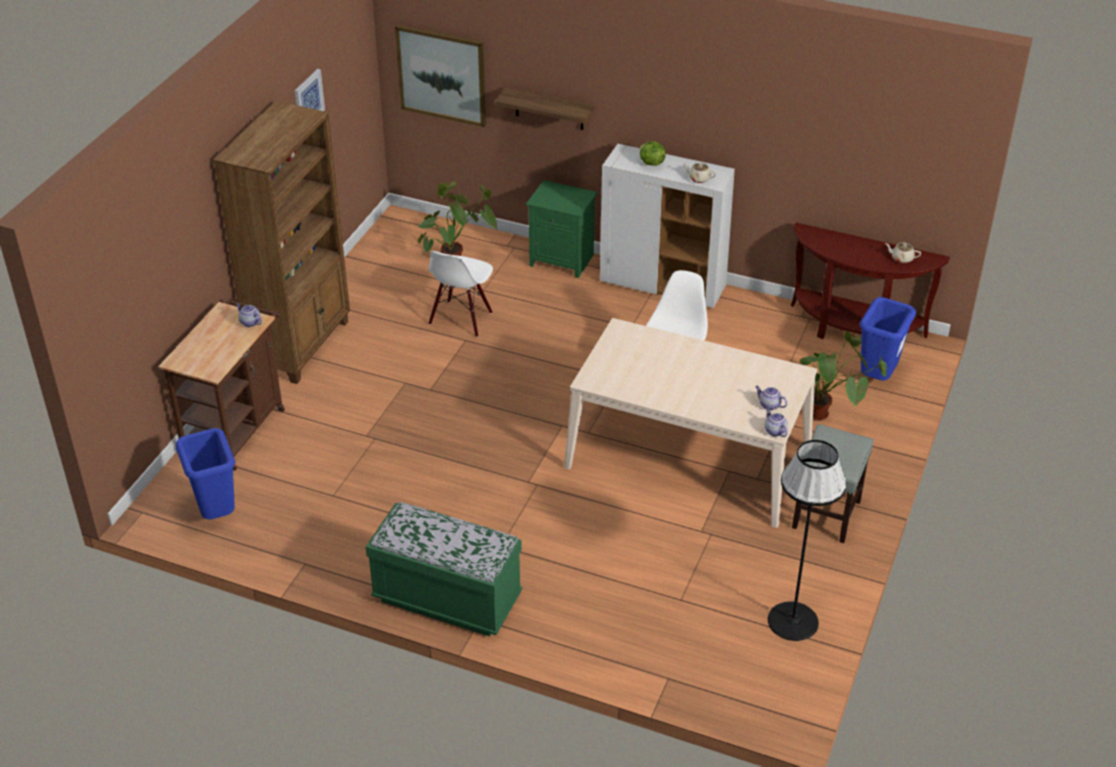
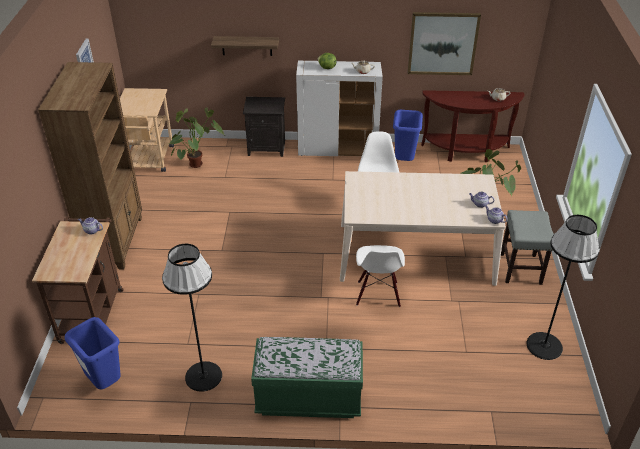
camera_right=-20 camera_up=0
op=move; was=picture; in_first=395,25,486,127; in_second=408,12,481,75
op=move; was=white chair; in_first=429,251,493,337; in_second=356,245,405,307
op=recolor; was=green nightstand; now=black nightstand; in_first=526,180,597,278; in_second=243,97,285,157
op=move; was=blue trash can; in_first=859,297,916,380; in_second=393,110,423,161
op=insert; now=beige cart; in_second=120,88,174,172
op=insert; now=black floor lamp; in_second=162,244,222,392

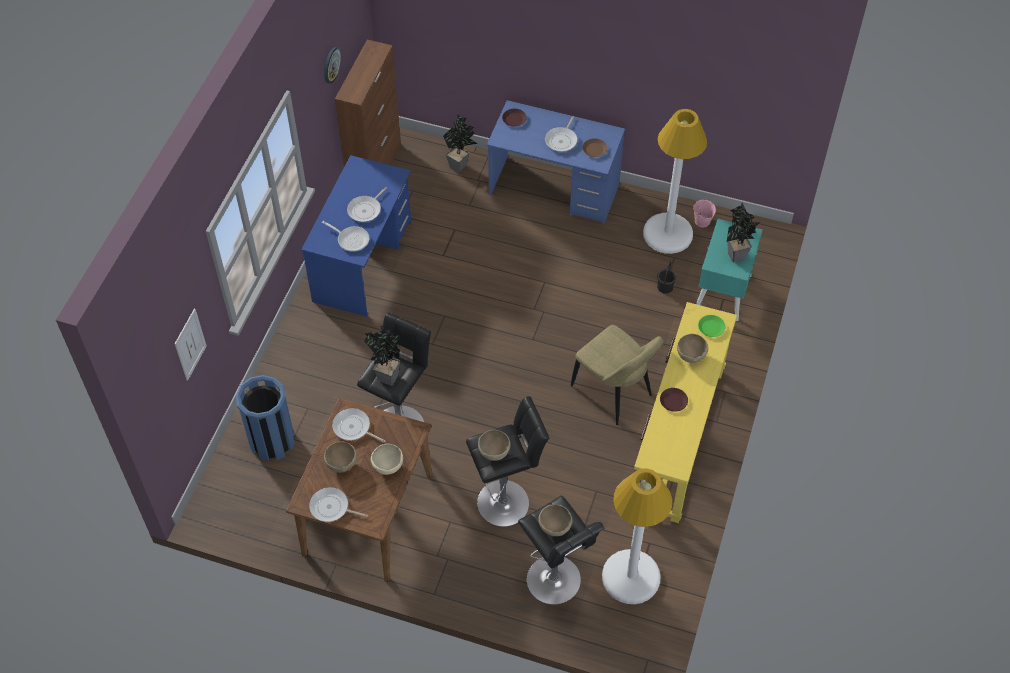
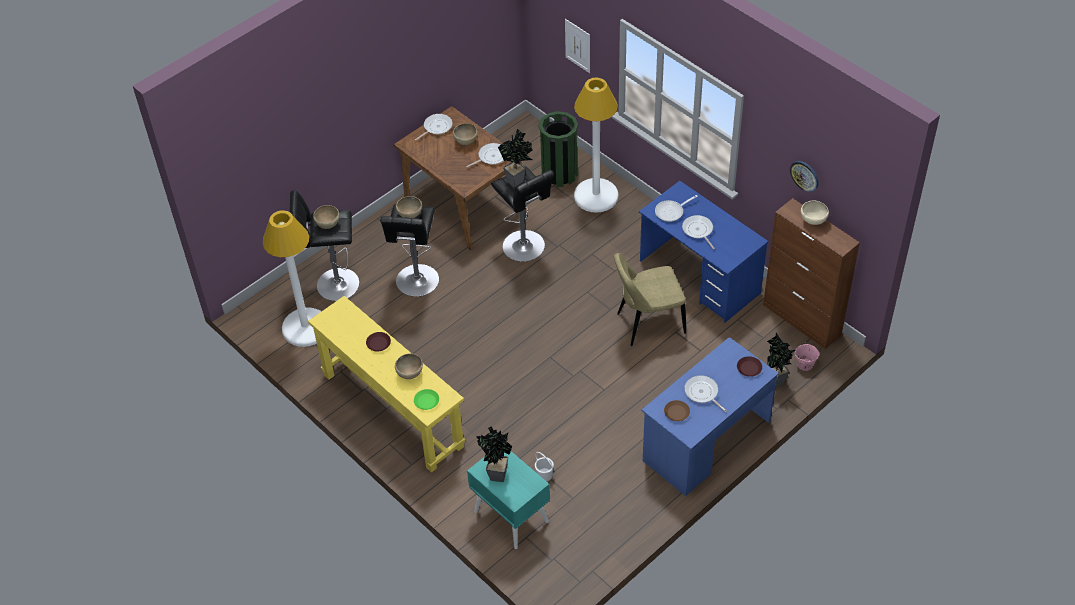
camera_right=120 camera_up=-5
op=recolor; was=blue trash can; now=green trash can; in_first=235,375,295,461; in_second=538,111,578,187
op=move; was=beige bowl; in_first=371,444,403,475; in_second=801,201,829,225
op=move; was=beige chair; in_first=571,325,664,425; in_second=614,253,686,346
op=move; was=white floor lamp; in_first=643,109,707,254; in_second=574,77,619,213
op=recolor; was=black bucket; now=white bucket; in_first=657,262,676,294; in_second=535,452,554,481
op=move; was=pink bucket; in_first=694,199,716,227; in_second=795,342,819,371

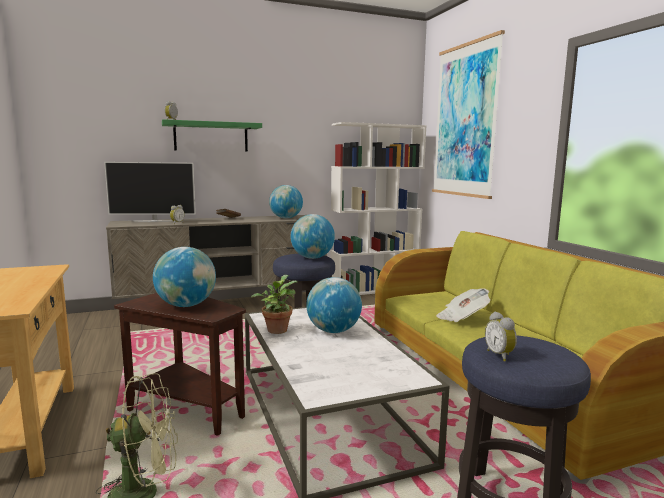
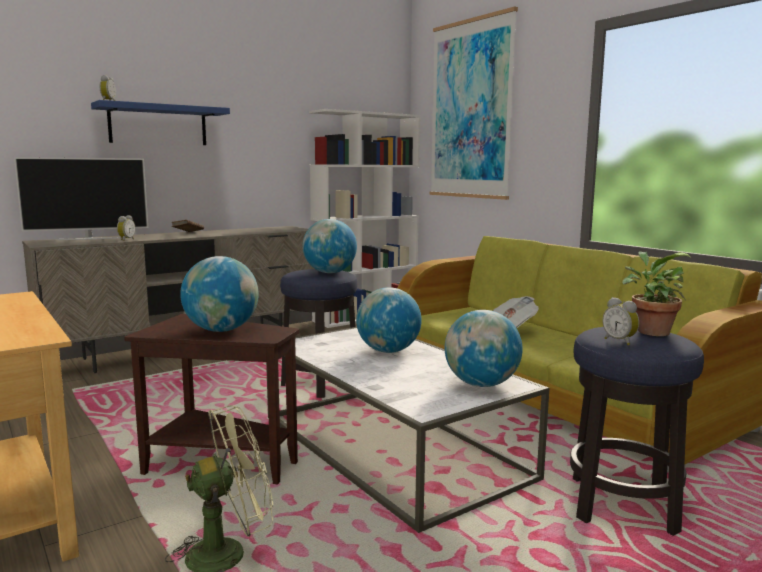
camera_right=-15 camera_up=0
op=recolor; was=green shelf; now=blue shelf; in_first=162,119,262,152; in_second=91,100,230,145
op=move; was=potted plant; in_first=251,275,298,334; in_second=622,251,691,336
op=move; was=globe; in_first=269,185,303,219; in_second=445,310,523,387

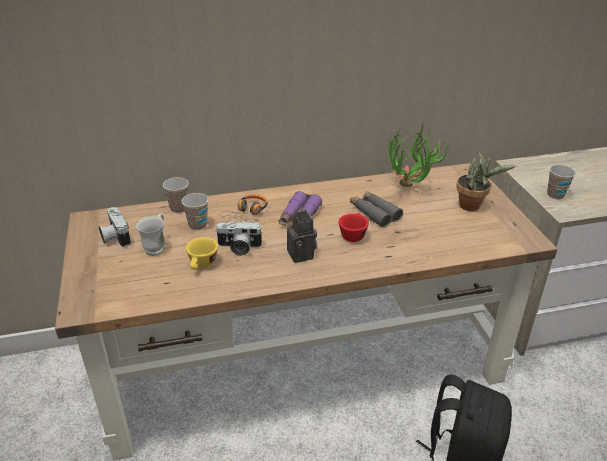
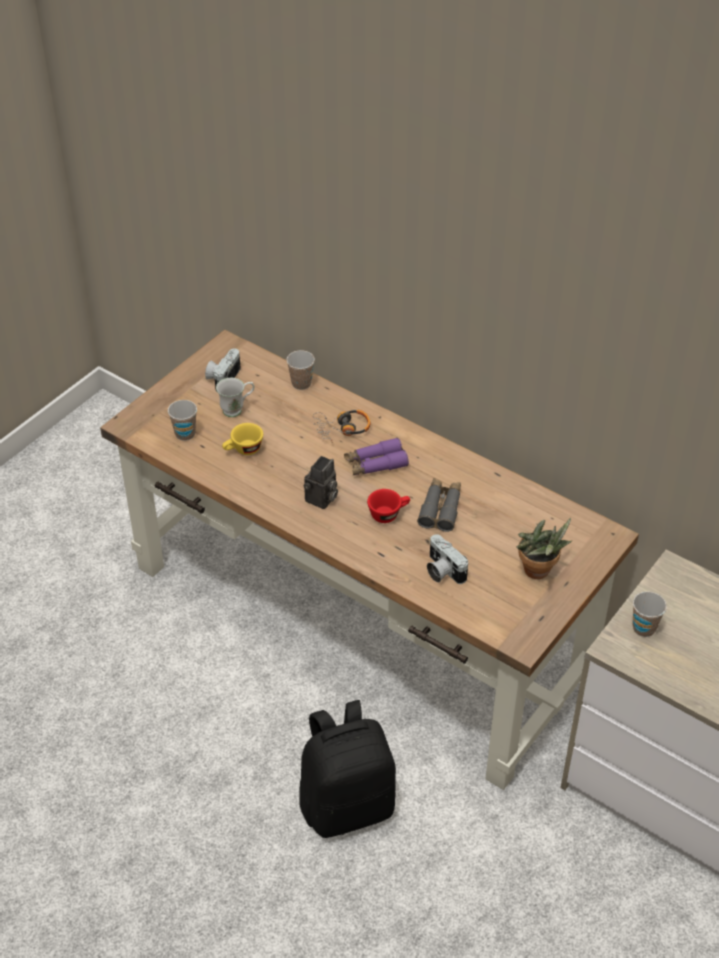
camera_right=50 camera_up=10
op=move; was=cup; in_first=181,193,208,230; in_second=168,400,197,441
op=move; was=photo camera; in_first=215,221,263,256; in_second=427,534,468,584
op=delete; was=potted plant; in_first=388,121,449,187

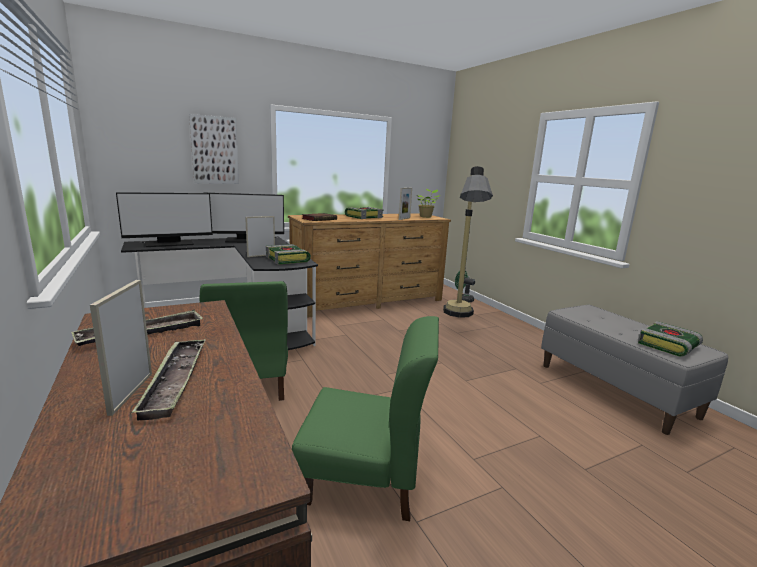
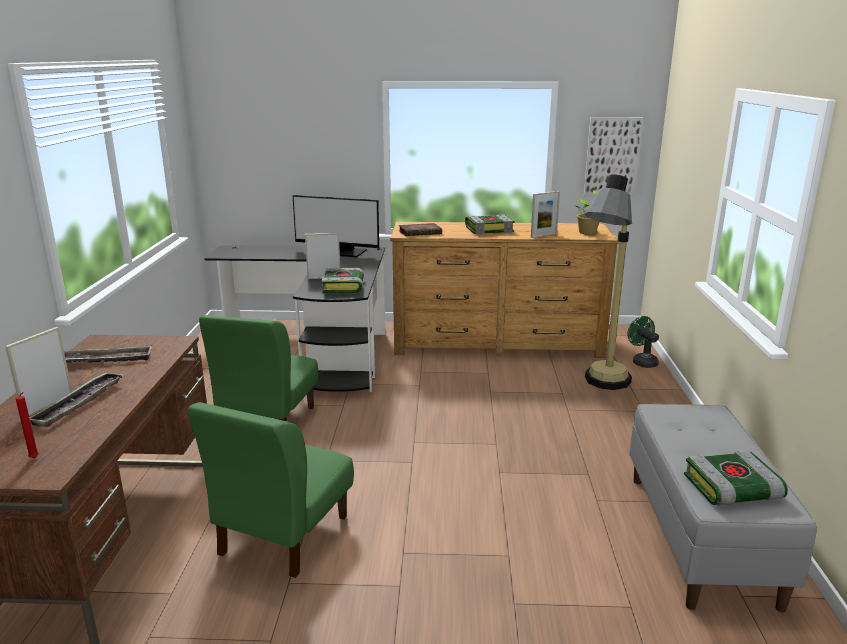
camera_right=30 camera_up=5
op=delete; was=monitor; in_first=116,192,213,247
op=move; was=picture; in_first=189,114,239,184; in_second=584,117,644,197
op=rotate; was=green chair; in_first=292,316,439,521; in_second=188,402,354,578; clockwise=75
op=insert; now=red candle; in_second=16,392,39,458

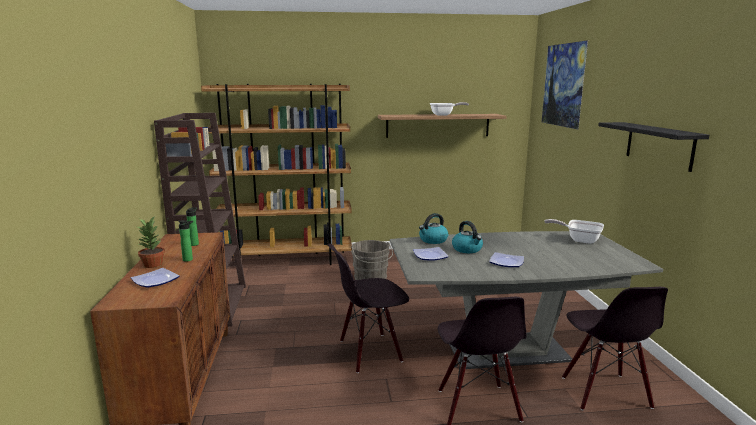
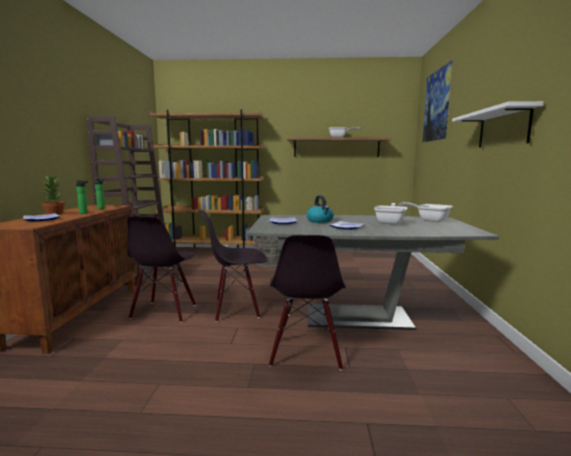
camera_right=10 camera_up=-5
op=delete; was=kettle; in_first=419,213,448,244
op=move; was=black chair; in_first=562,287,668,410; in_second=127,216,196,323
op=recolor; was=black shelf; now=white shelf; in_first=598,122,709,172; in_second=452,101,543,148
op=insert; now=frying pan; in_second=374,203,408,225

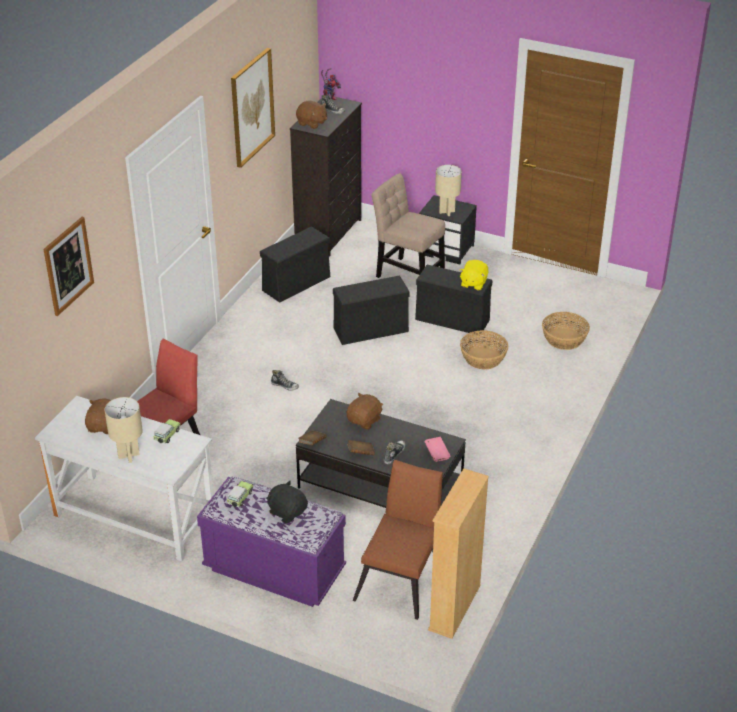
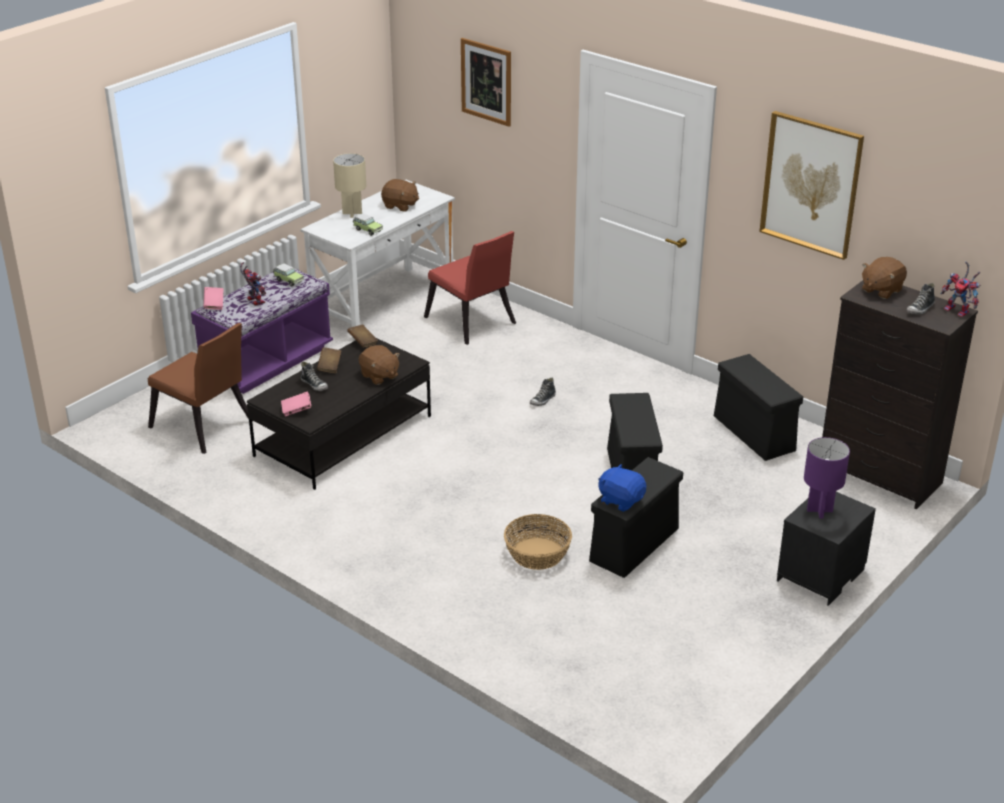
camera_right=105 camera_up=-5
op=replace; was=black plush toy; now=toy robot; in_first=266,481,308,523; in_second=240,262,267,306
op=delete; was=beige chair; in_first=371,173,445,278
op=delete; was=beige bookcase; in_first=428,468,489,639
op=recolor; was=beige table lamp; now=purple table lamp; in_first=435,165,462,216; in_second=804,437,850,519
op=recolor; was=yellow plush toy; now=blue plush toy; in_first=459,260,489,291; in_second=598,464,646,512
op=delete; was=basket; in_first=542,312,590,350
op=insert; now=pink book; in_second=203,287,224,310

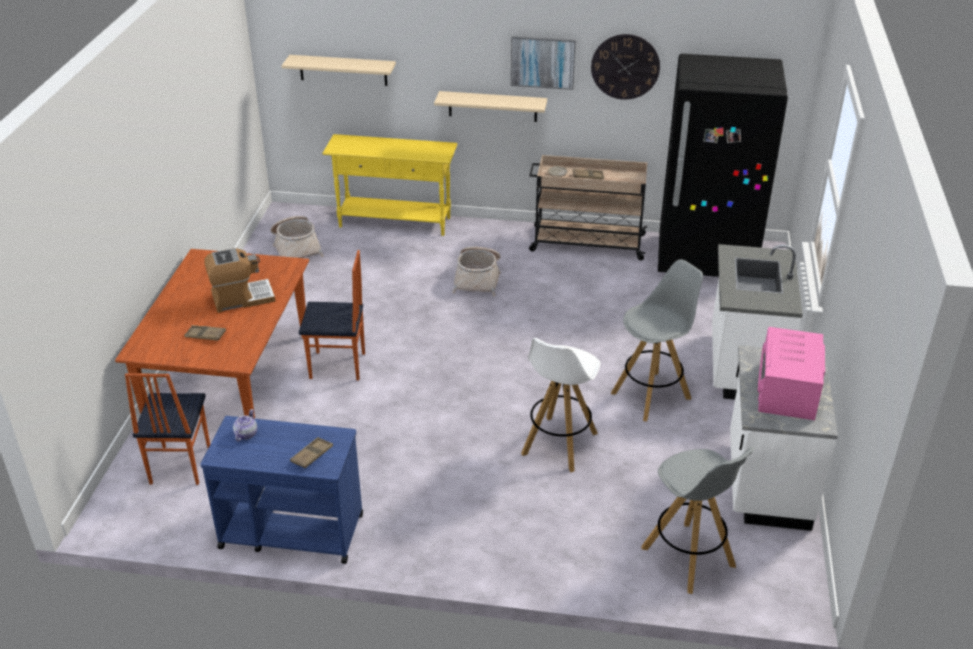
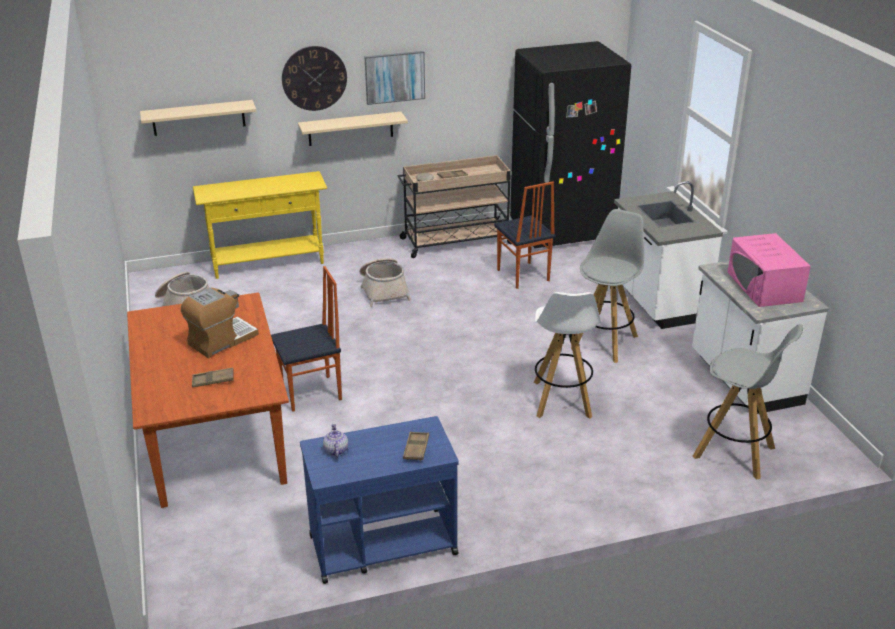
camera_right=-25 camera_up=-5
op=move; was=chair; in_first=125,373,210,485; in_second=494,181,555,289
op=move; was=wall clock; in_first=591,34,660,100; in_second=282,46,347,111

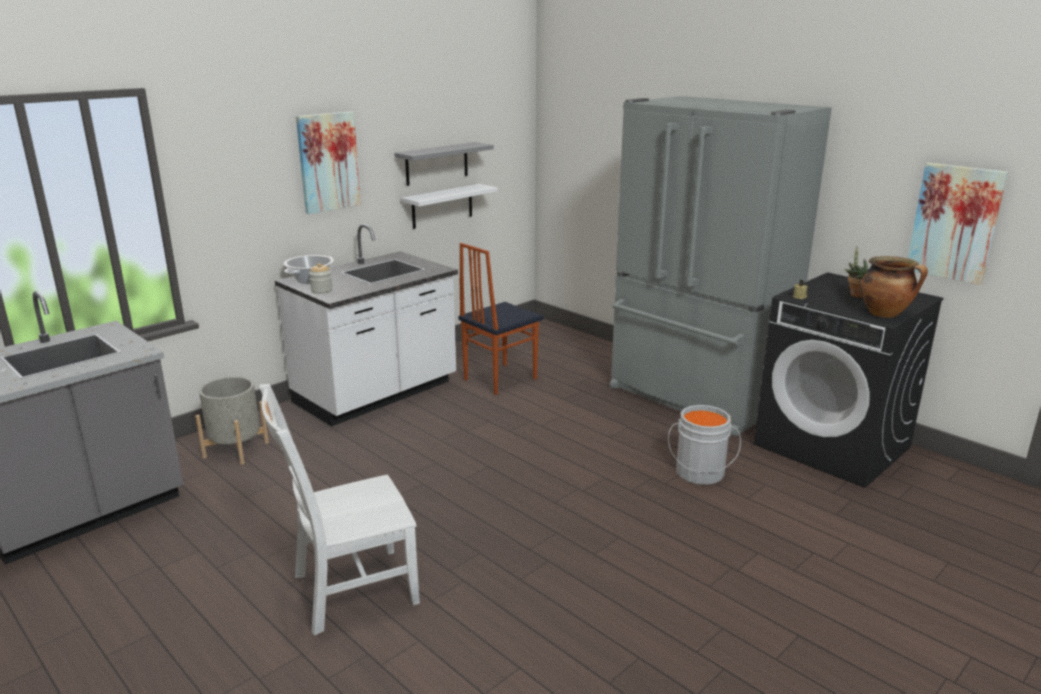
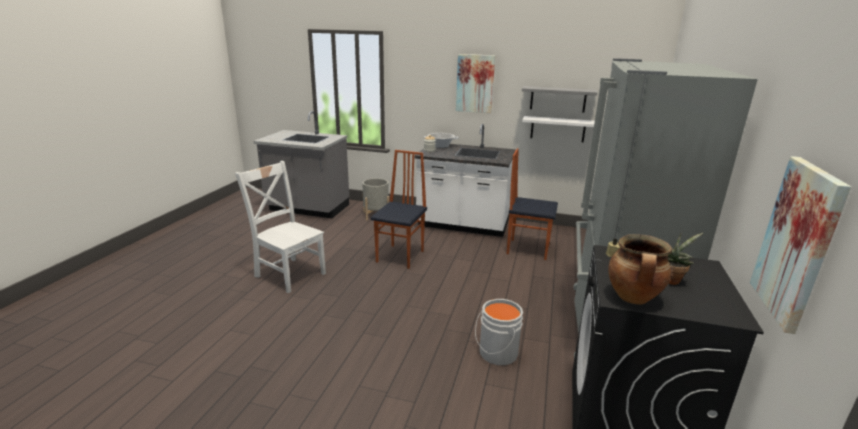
camera_right=60 camera_up=0
op=insert; now=chair; in_second=371,150,427,269

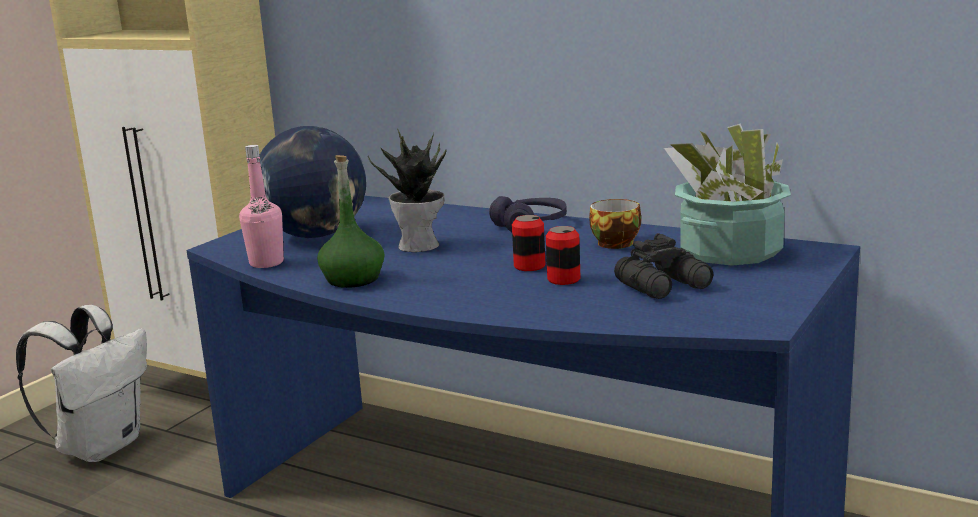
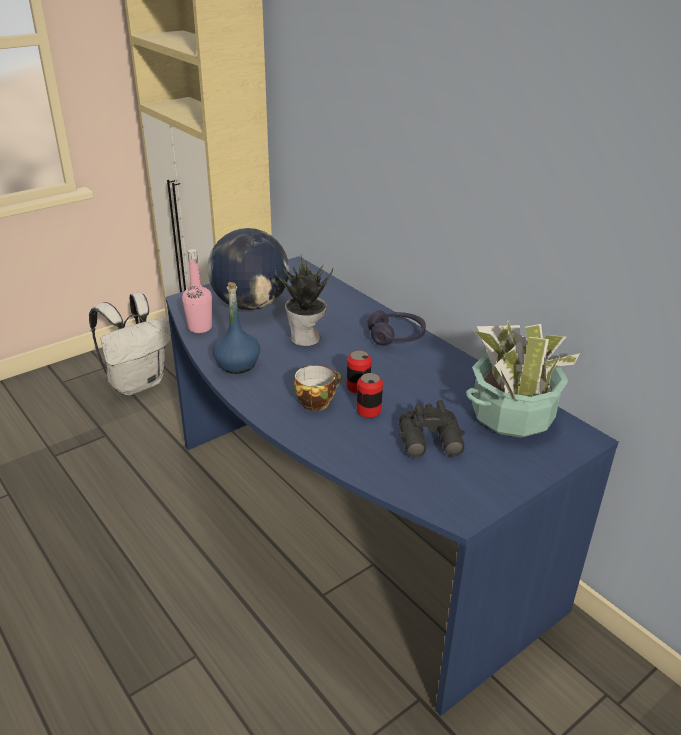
camera_right=20 camera_up=15
op=recolor; was=green bottle; now=blue bottle; in_first=317,155,385,288; in_second=212,282,260,374
op=move; was=cup; in_first=589,199,641,249; in_second=294,365,341,411

